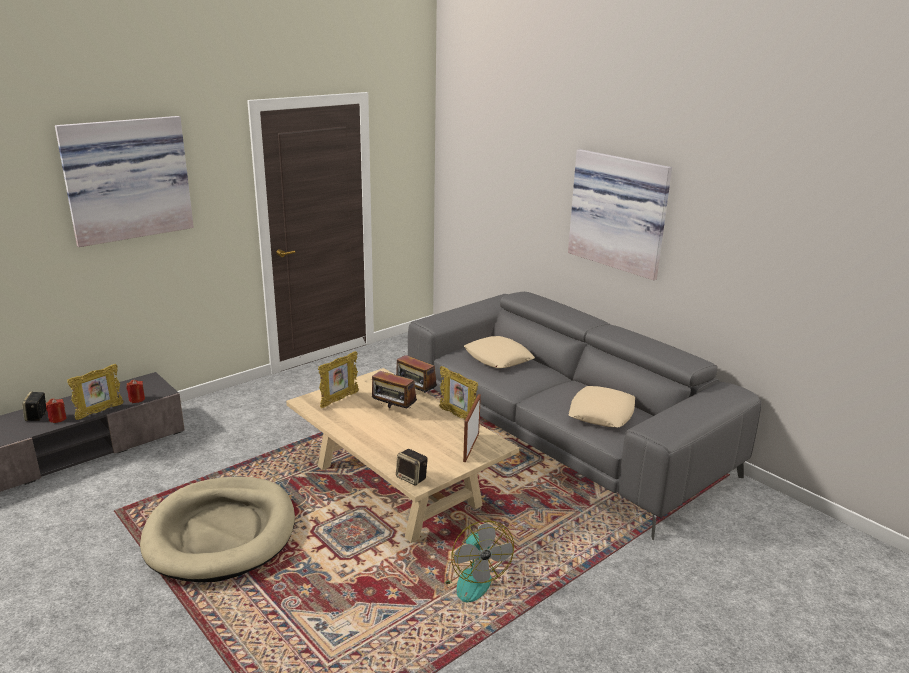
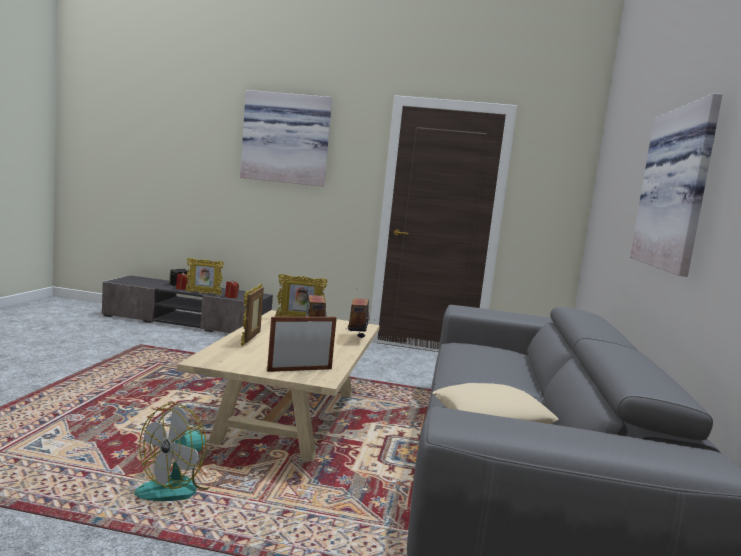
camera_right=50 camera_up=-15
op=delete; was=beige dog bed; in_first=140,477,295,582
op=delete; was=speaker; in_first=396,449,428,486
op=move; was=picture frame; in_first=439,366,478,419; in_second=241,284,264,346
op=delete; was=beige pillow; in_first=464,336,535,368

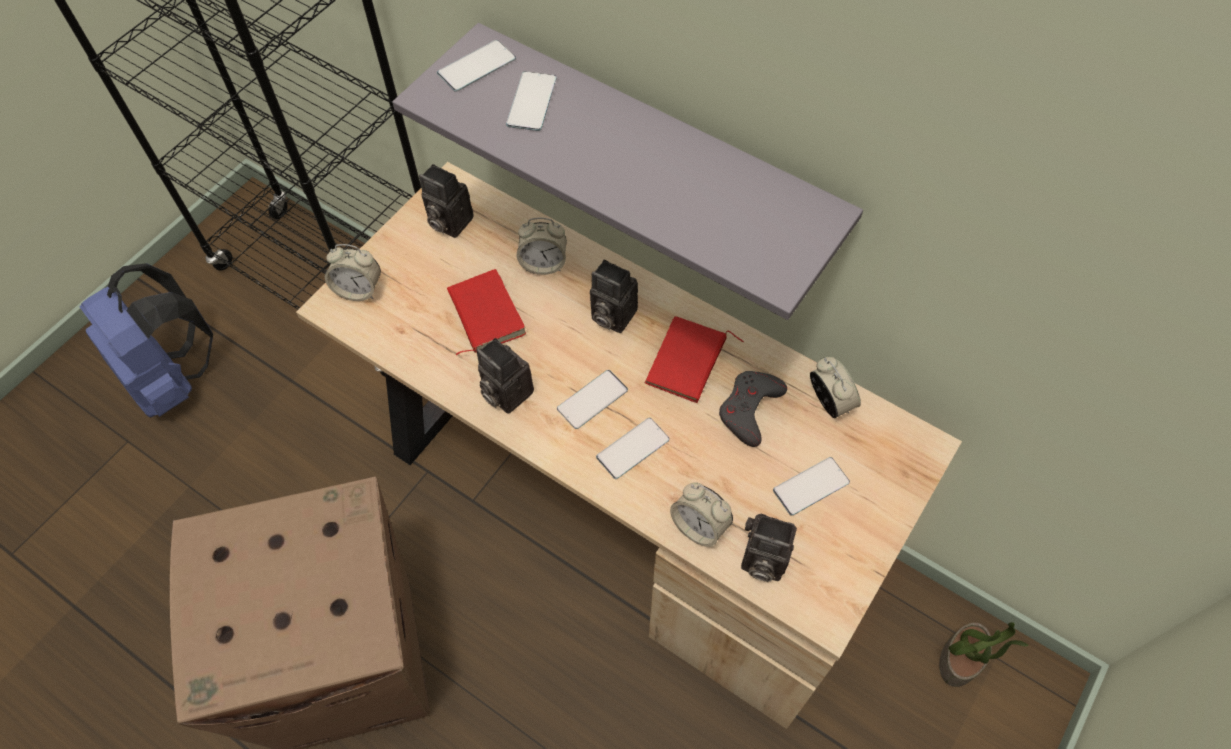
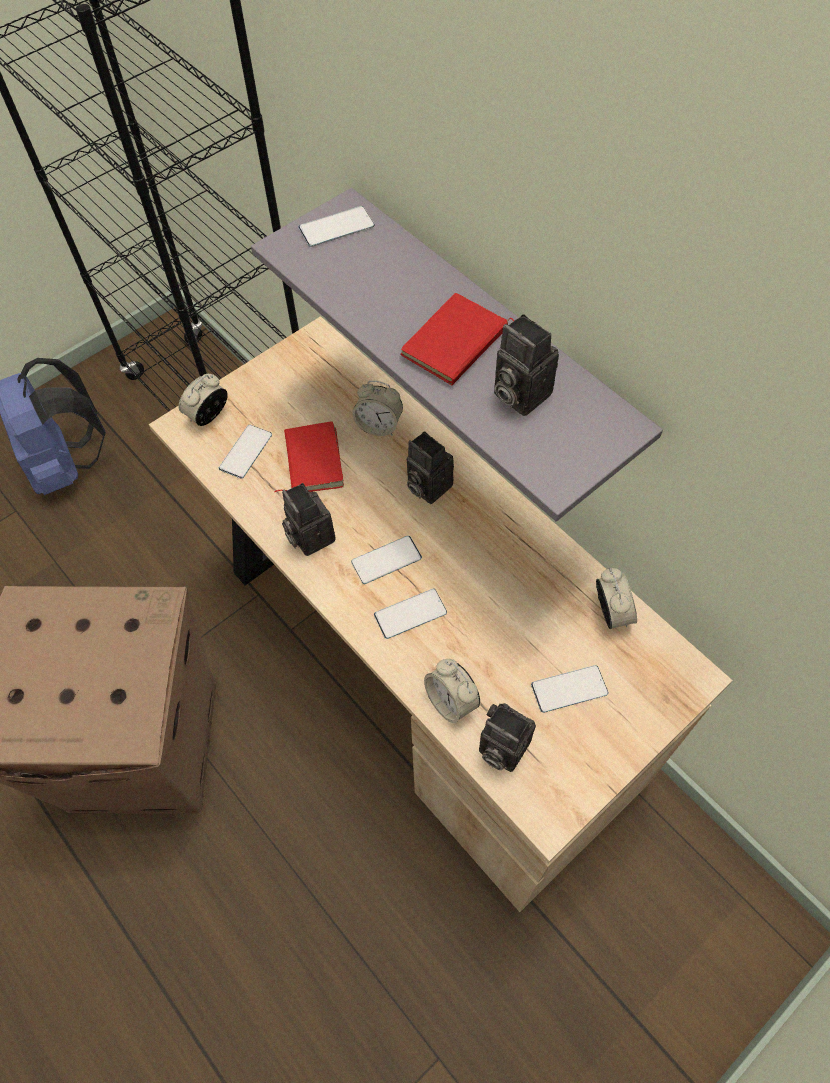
camera_right=15 camera_up=0
op=rotate; was=alarm clock; in_first=325,244,381,301; in_second=179,374,228,426; clockwise=105
op=move; was=photo camera; in_first=419,164,474,238; in_second=494,314,559,416
op=move; was=phone; in_first=506,71,557,131; in_second=219,425,272,479
op=move; was=red book; in_first=644,316,744,403; in_second=401,293,514,385
op=delete; was=grey game controller; in_first=719,371,787,447
op=delete; was=potted plant; in_first=939,622,1029,687

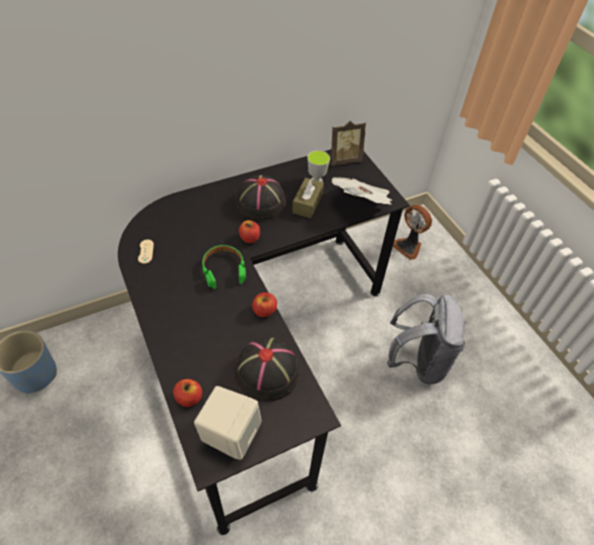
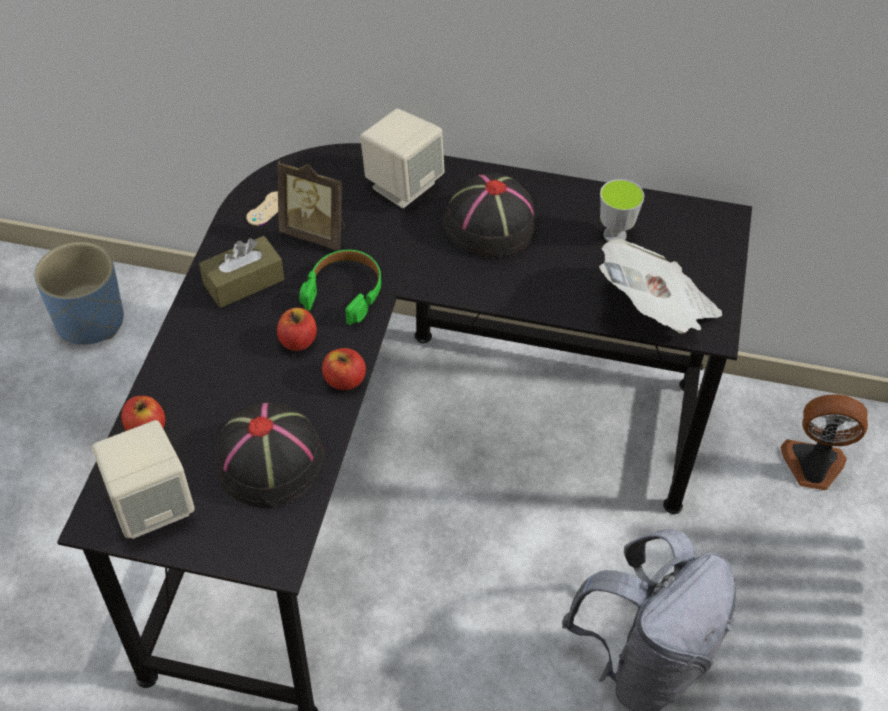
camera_right=40 camera_up=0
op=move; was=apple; in_first=239,220,260,243; in_second=277,308,317,351
op=move; was=brown tissue box; in_first=292,177,324,218; in_second=199,236,284,308
op=move; was=picture frame; in_first=330,121,366,166; in_second=277,161,346,250
op=rotate; was=fan; in_first=393,204,432,260; in_second=781,395,868,490; clockwise=105
op=insert; now=beige speaker; in_second=360,109,445,208

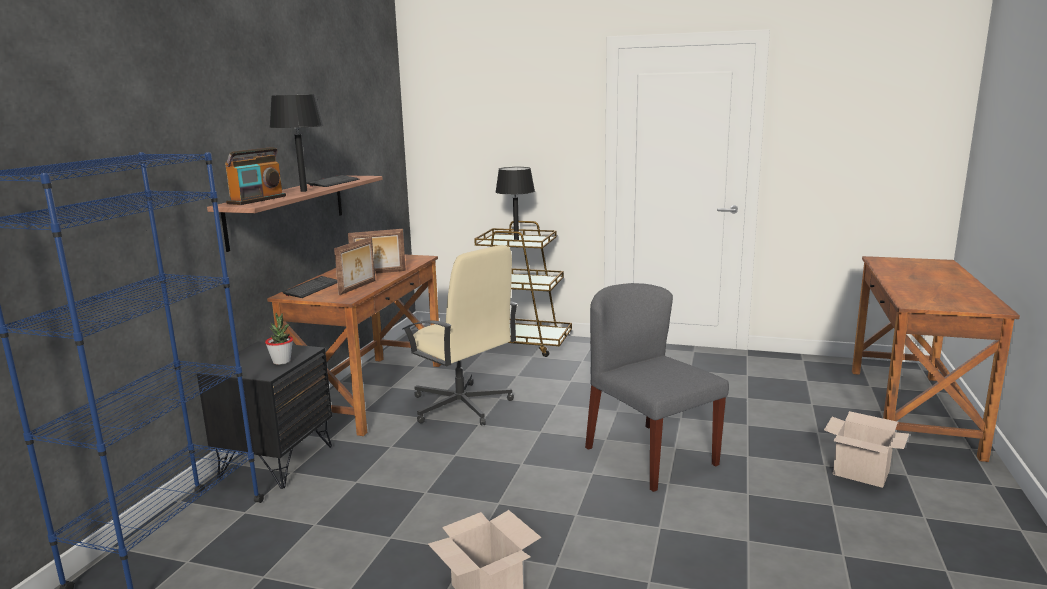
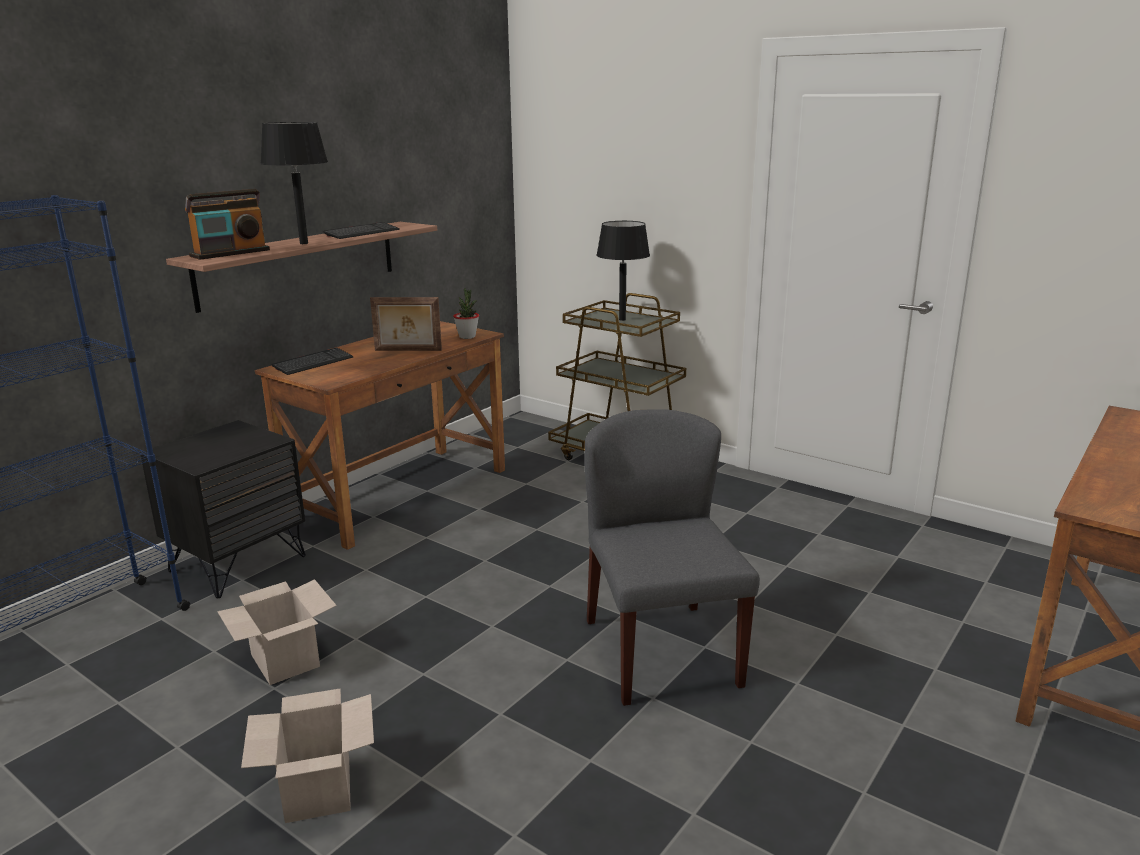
camera_right=20 camera_up=5
op=move; was=potted plant; in_first=265,313,293,365; in_second=453,288,479,339
op=delete; was=picture frame; in_first=334,237,375,295
op=delete; was=beige office chair; in_first=402,245,517,426
op=move; was=cardboard box; in_first=824,411,909,488; in_second=217,579,337,685

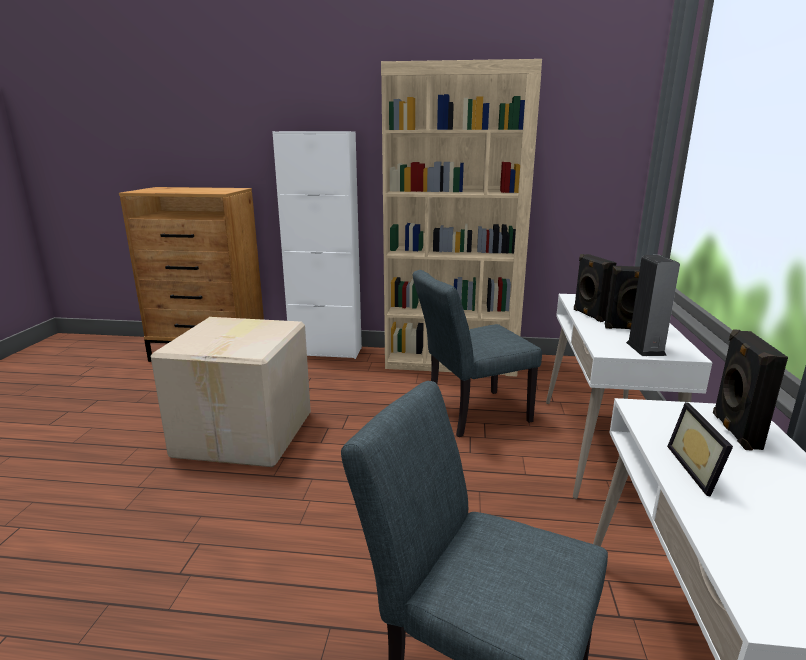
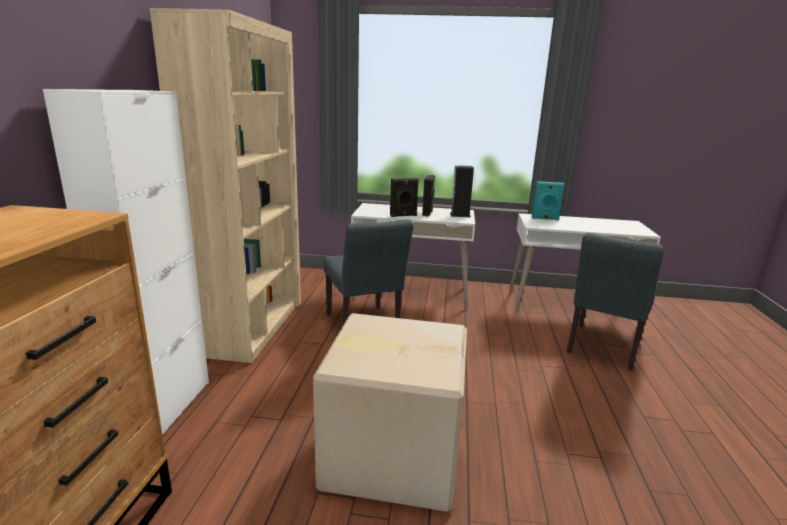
camera_right=-90 camera_up=0
op=delete; was=picture frame; in_first=667,402,733,497
op=recolor; was=black speaker; now=turquoise speaker; in_first=713,330,788,451; in_second=531,181,565,220

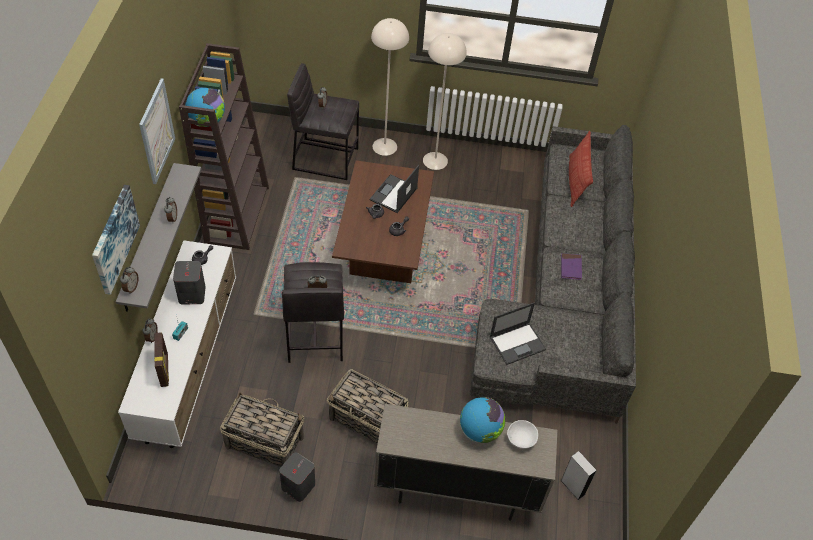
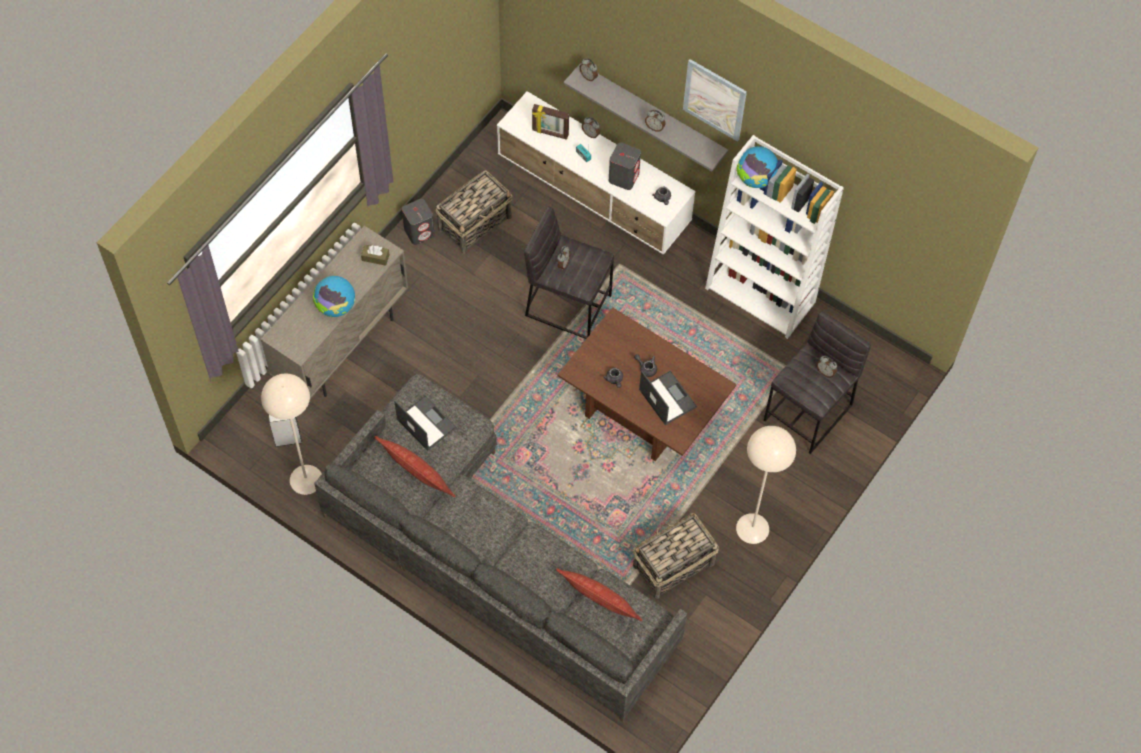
camera_right=120 camera_up=10
op=delete; was=picture; in_first=92,185,140,295
op=recolor; was=brown bookcase; now=white bookcase; in_first=179,43,269,250; in_second=705,135,844,339
op=move; was=basket; in_first=327,369,409,444; in_second=633,513,719,599
op=move; was=beige floor lamp; in_first=371,18,409,156; in_second=261,374,322,495
op=rotate; was=laptop; in_first=490,302,546,365; in_second=394,395,457,451; clockwise=135
op=delete; was=white bowl; in_first=507,420,538,449
op=delete; was=purple book; in_first=561,253,582,280
op=insert; now=brown tissue box; in_second=361,245,389,266
op=insert; now=pillow; in_second=375,436,455,497

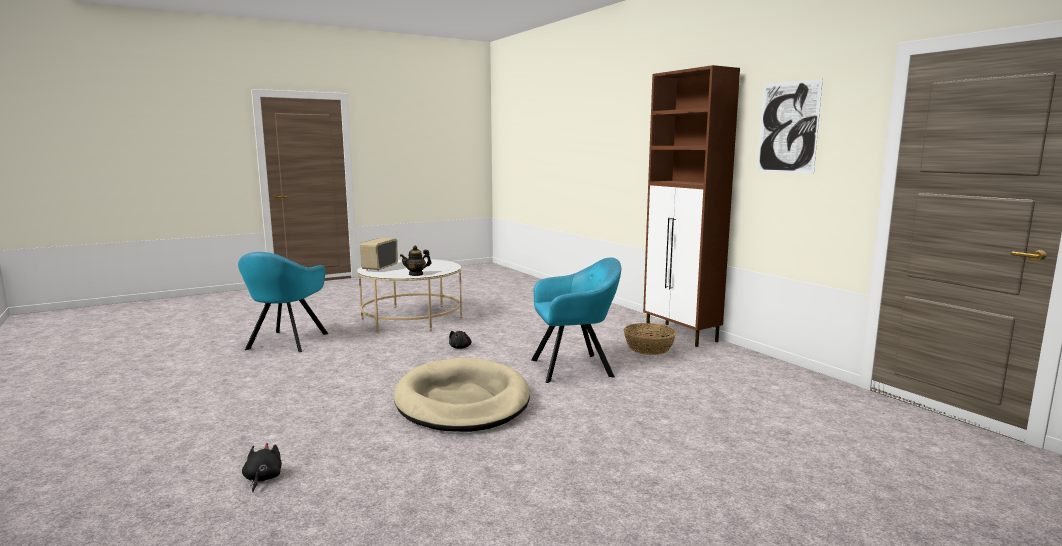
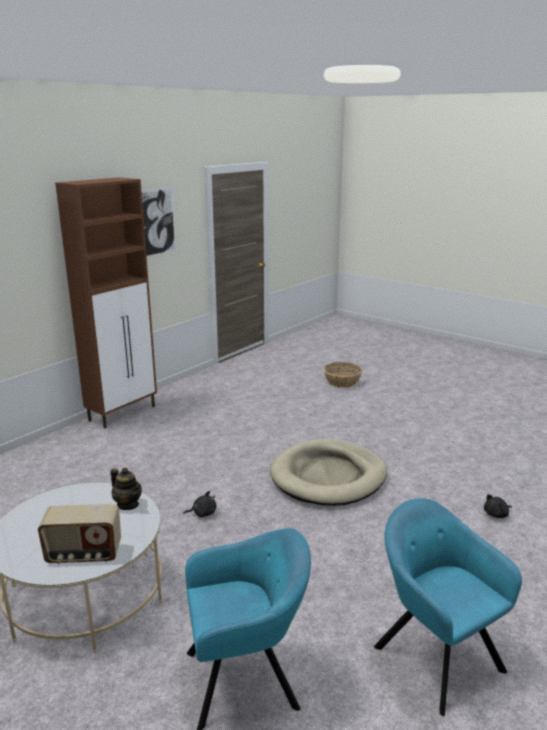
camera_right=-110 camera_up=10
op=move; was=turquoise armchair; in_first=531,258,621,383; in_second=374,498,522,716
op=move; was=basket; in_first=624,323,676,355; in_second=324,362,362,388

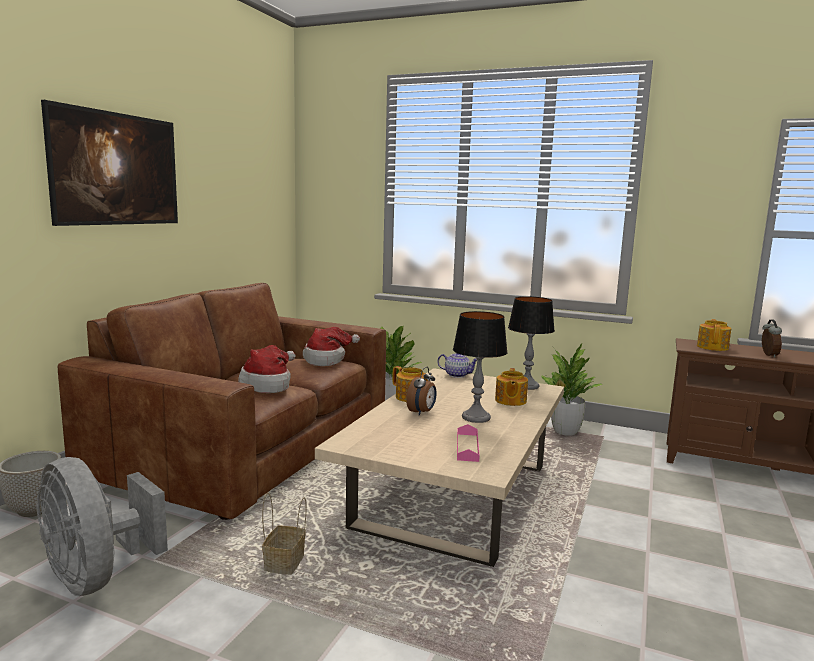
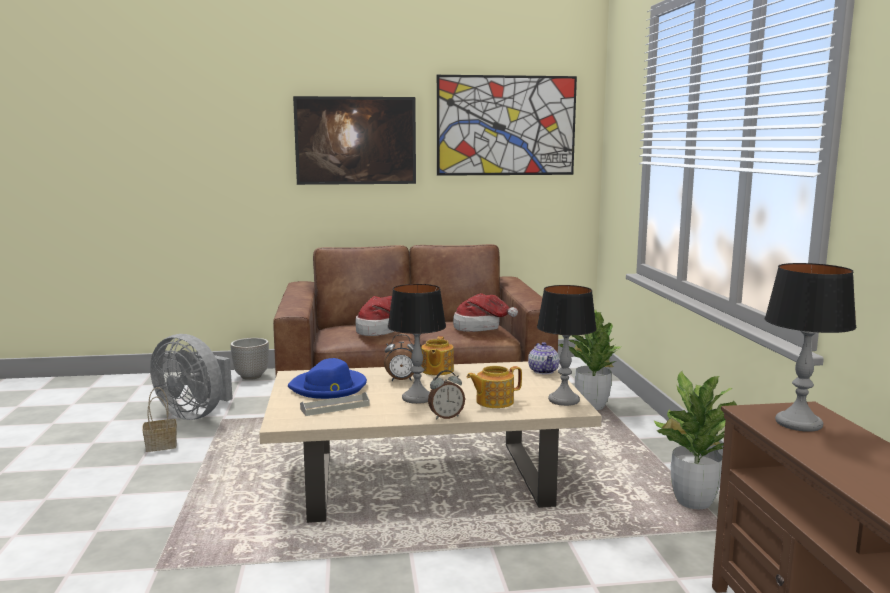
camera_right=60 camera_up=0
op=rotate; was=grey fan; in_first=36,457,168,596; in_second=150,334,233,420; clockwise=-75
op=move; was=basket; in_first=262,493,306,575; in_second=142,387,177,452
op=recolor; was=pink tray; now=grey tray; in_first=457,424,480,462; in_second=300,392,370,416
op=replace; was=teapot; now=table lamp; in_first=697,319,731,351; in_second=764,263,857,432
op=move; was=alarm clock; in_first=762,319,782,358; in_second=428,370,465,419
op=insert; now=blue hat; in_second=288,358,367,399
op=insert; now=picture; in_second=437,75,577,176

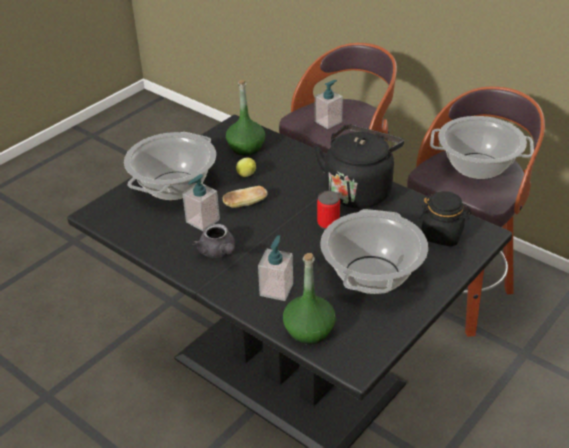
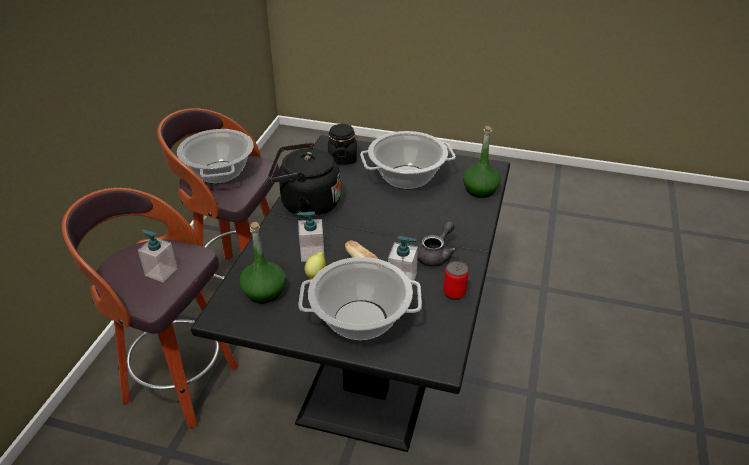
camera_right=-115 camera_up=0
op=move; was=soap dispenser; in_first=258,235,293,301; in_second=297,211,325,262
op=move; was=can; in_first=317,191,340,230; in_second=444,261,468,300

